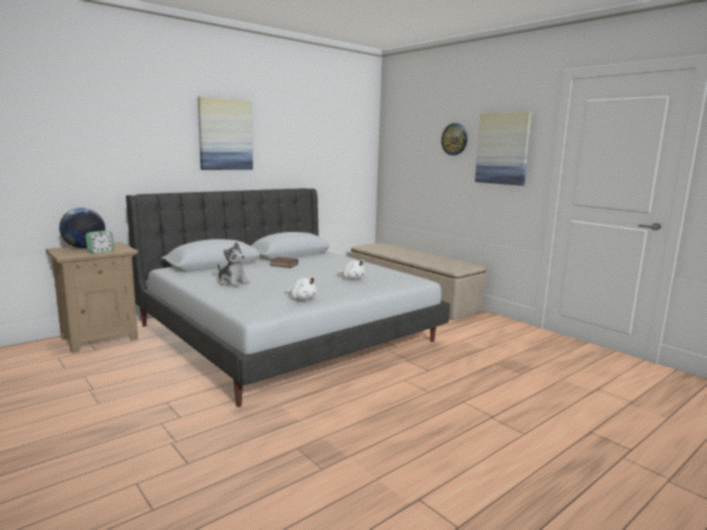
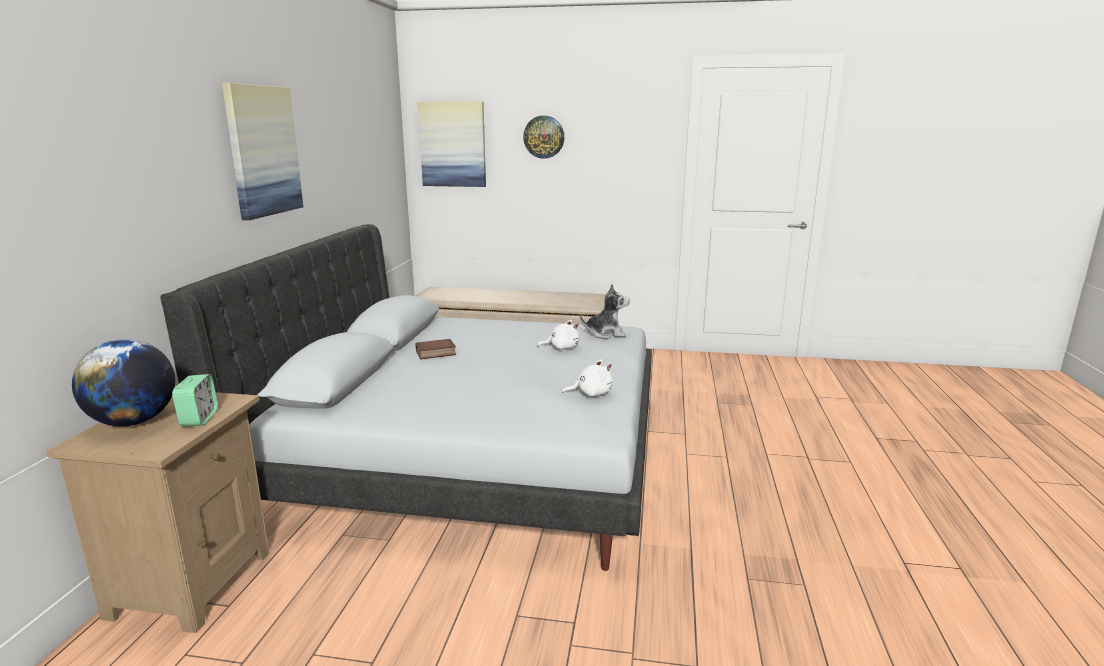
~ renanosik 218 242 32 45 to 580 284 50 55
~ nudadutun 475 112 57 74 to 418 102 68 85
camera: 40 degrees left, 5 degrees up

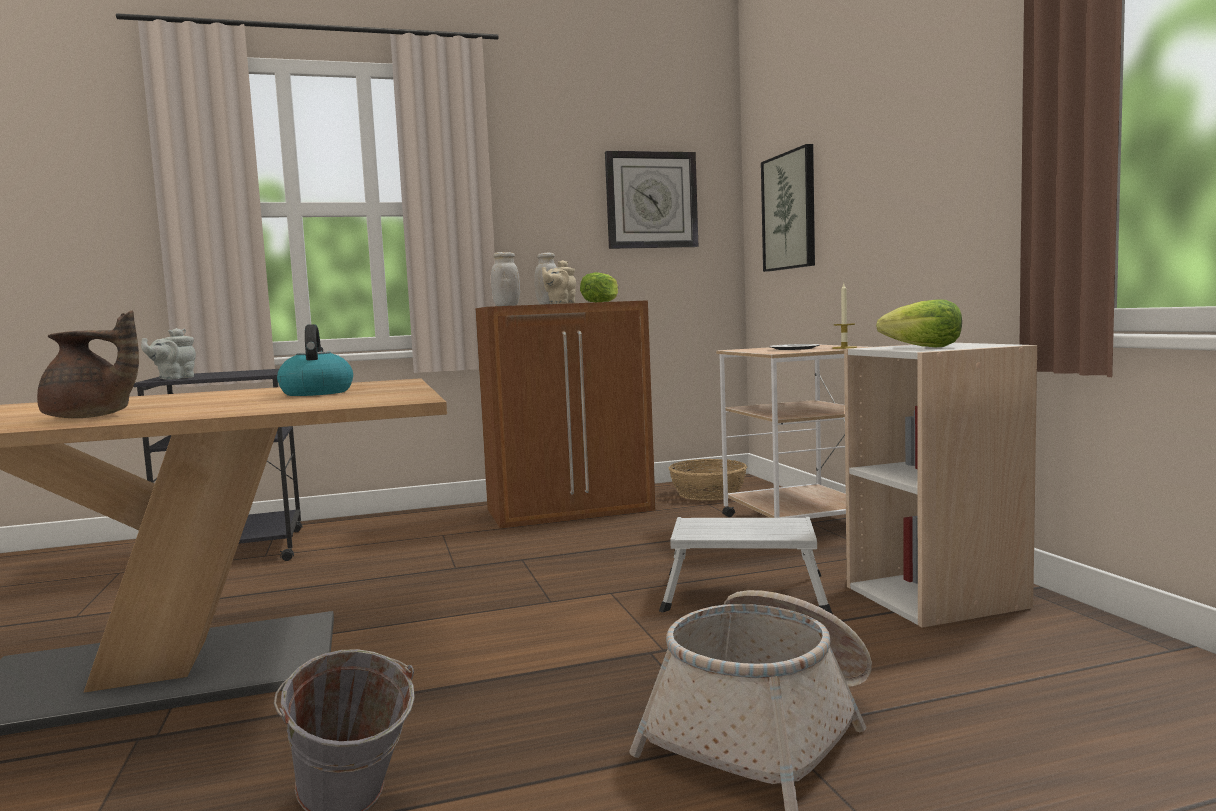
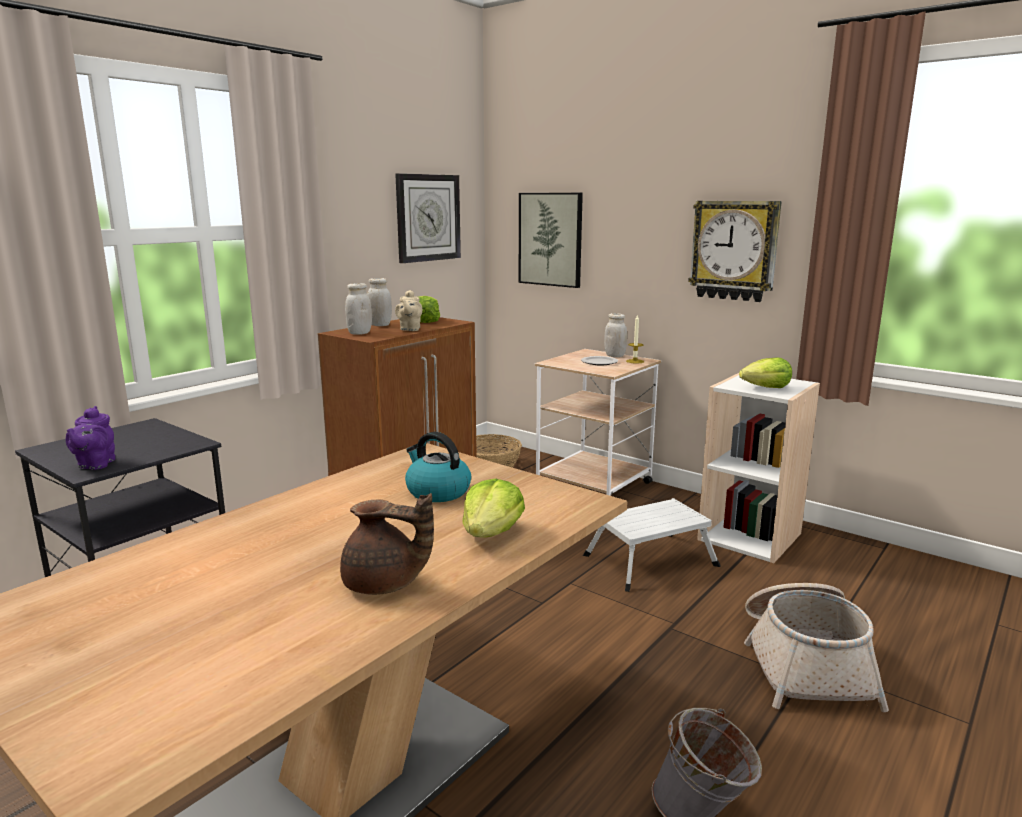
+ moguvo 463 478 62 60
+ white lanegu 604 313 23 44
+ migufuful 688 201 94 101
~ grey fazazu 141 328 55 52 to purple fazazu 65 406 50 64
~ brown fazazu 37 310 102 108 = 340 493 94 102 45 degrees clockwise
camera: 35 degrees left, 10 degrees up

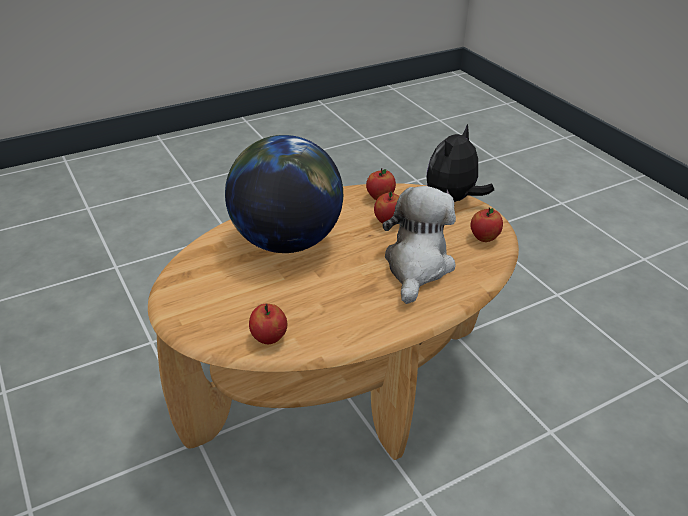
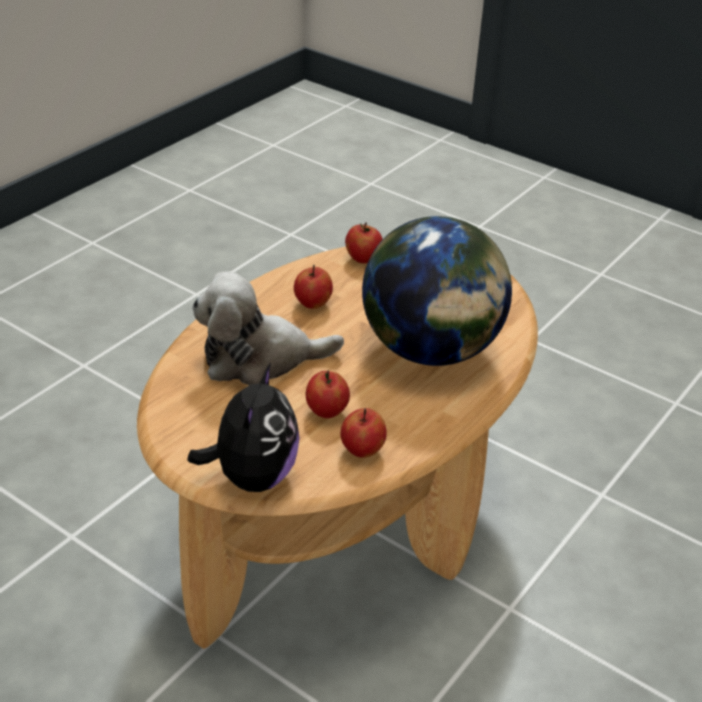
~ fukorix 470 207 33 35 to 294 265 39 44
~ renanosik 382 186 74 118 = 192 271 152 114 90 degrees clockwise
camera: 155 degrees right, 0 degrees up

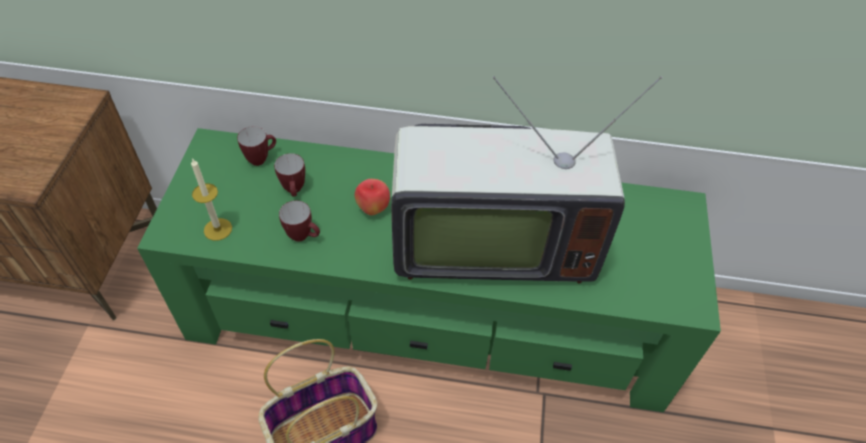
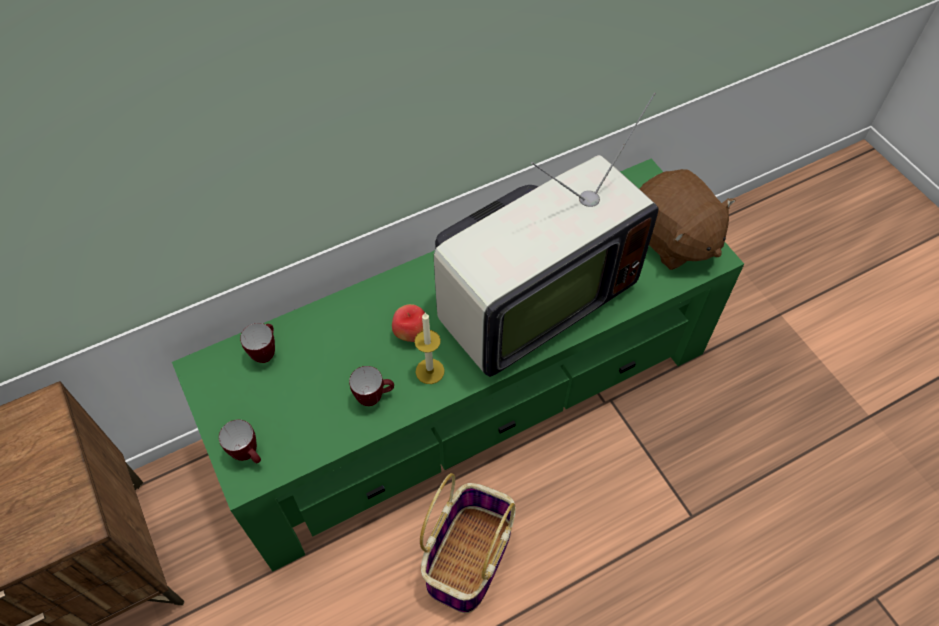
+ brown renanosik 640 169 96 101
~ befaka 191 158 41 83 to 414 313 31 71
~ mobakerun 274 153 31 44 to 219 420 42 44
camera: 35 degrees left, 5 degrees up

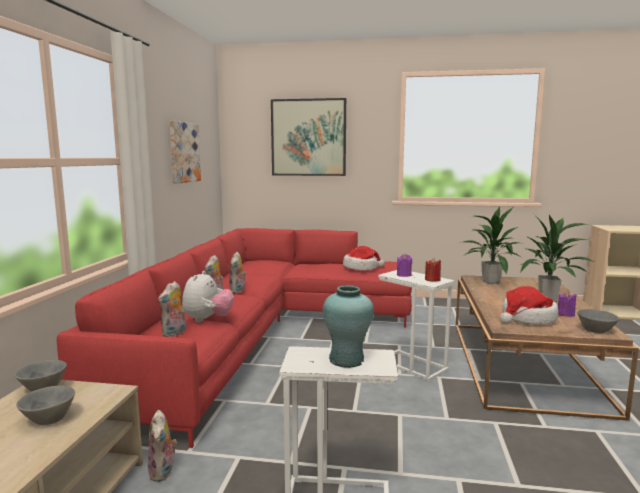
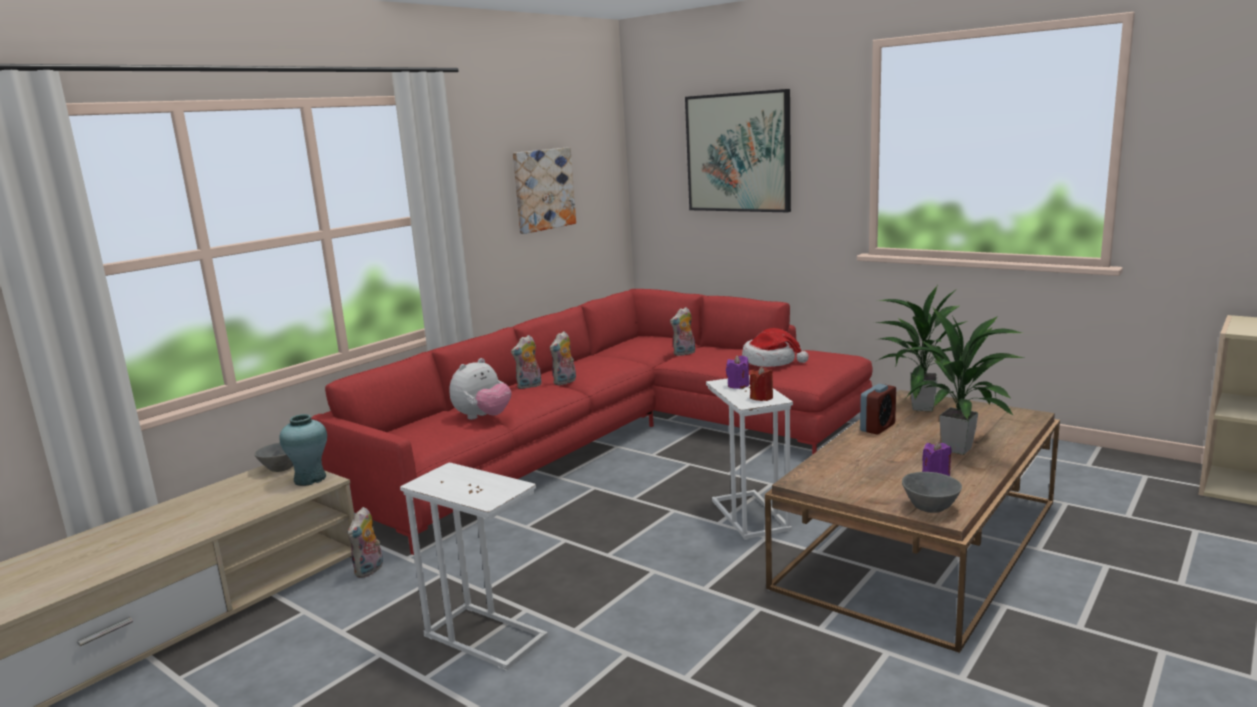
- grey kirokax 16 386 59 39
- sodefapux 500 286 59 39
+ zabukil 860 384 36 51
~ renanosik 158 281 28 56 to 670 307 25 49
~ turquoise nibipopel 322 285 52 83 to 280 414 47 72
camera: 30 degrees right, 5 degrees up

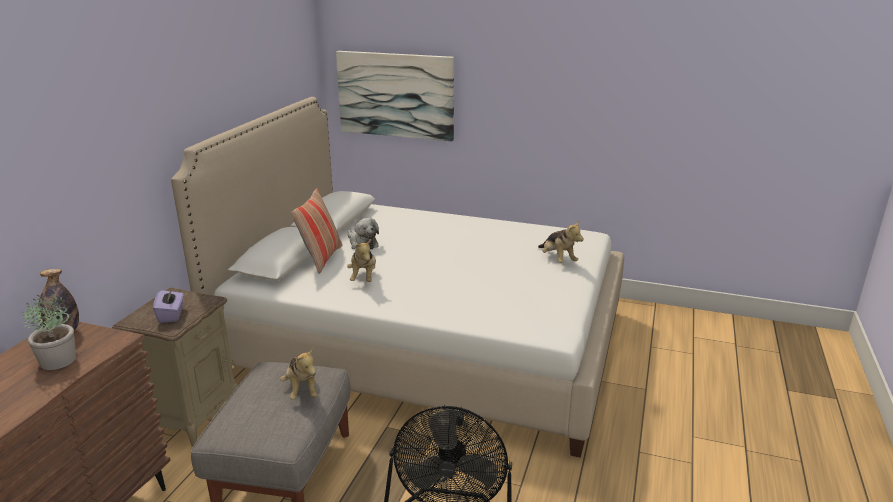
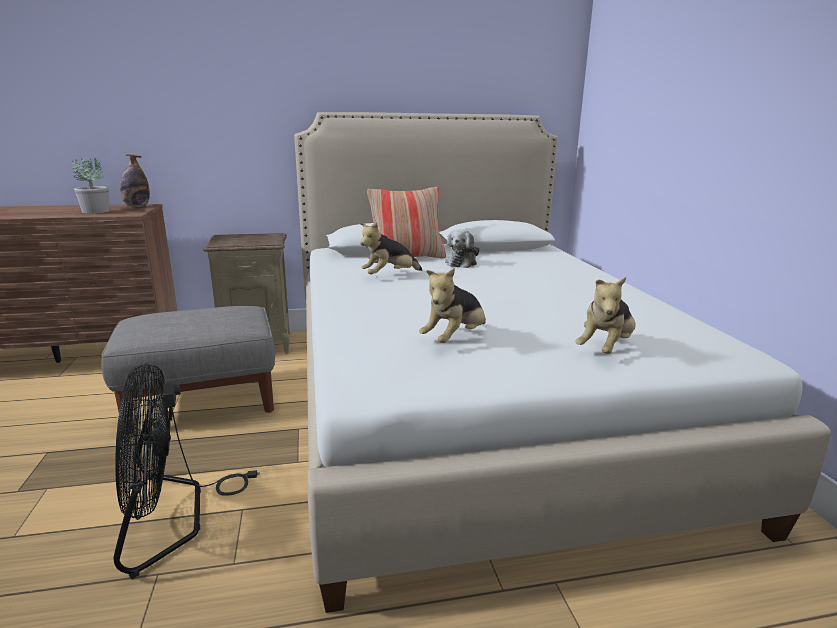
- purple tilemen 153 287 31 36
- nudadutun 336 51 118 90
~ renanosik 280 348 37 52 to 419 268 67 75
camera: 60 degrees right, 5 degrees down

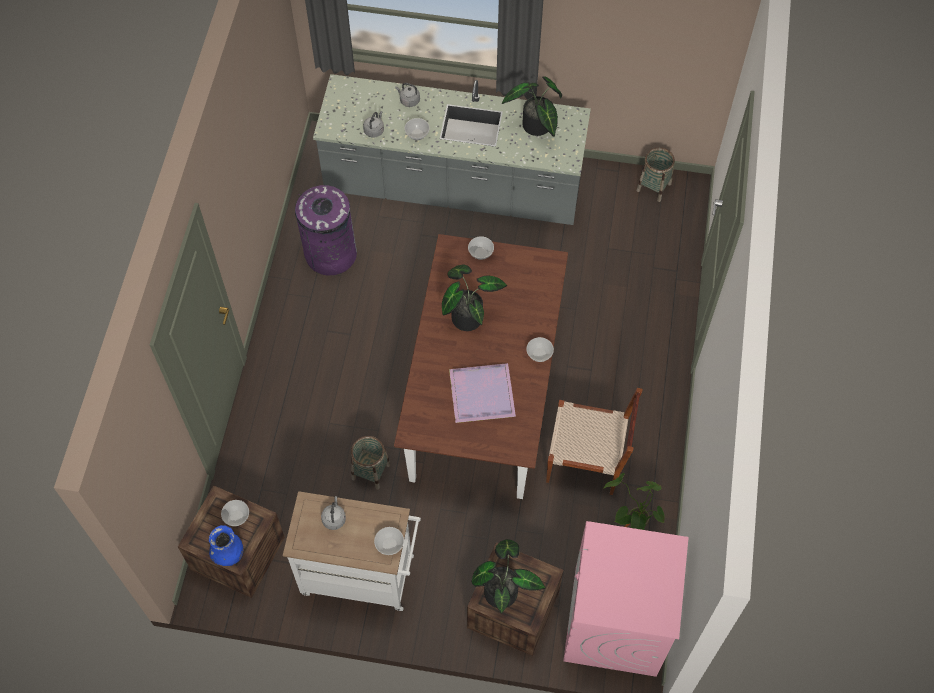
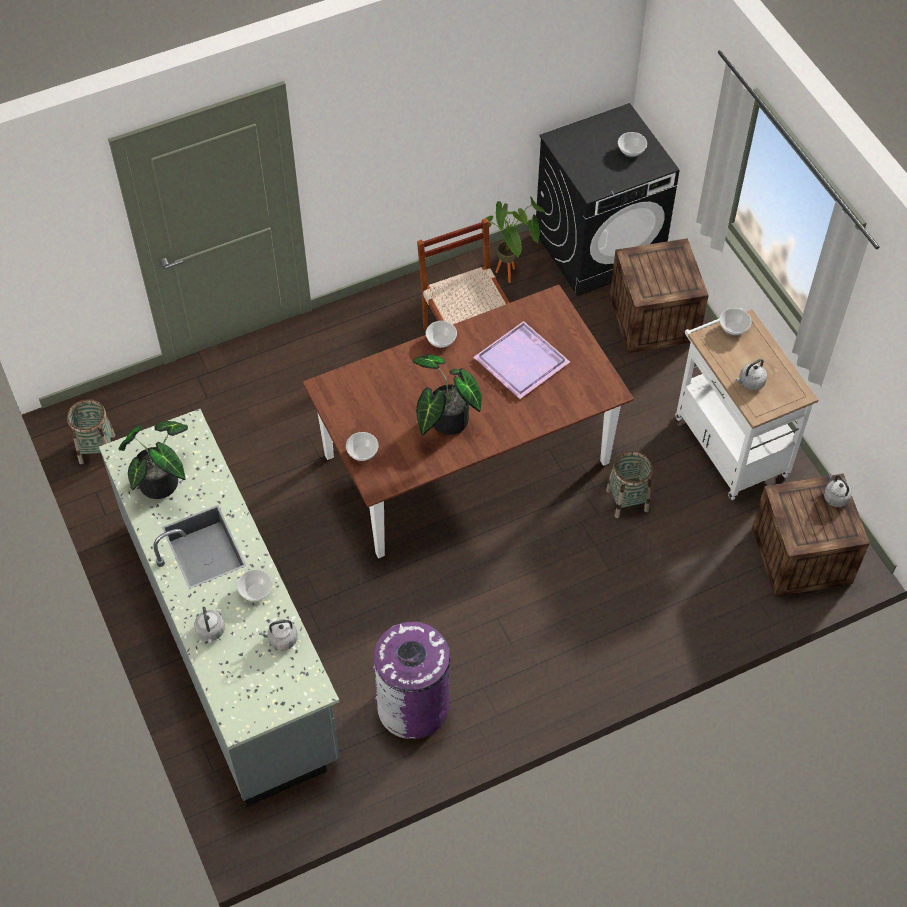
- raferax 472 539 73 75
~ kirokax 221 500 28 26 to 618 132 29 25
~ blue nibipopel 209 525 34 41 to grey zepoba 824 472 28 35
~ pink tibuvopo 563 521 126 156 to black tibuvopo 536 103 143 193
camera: 125 degrees left, 5 degrees down

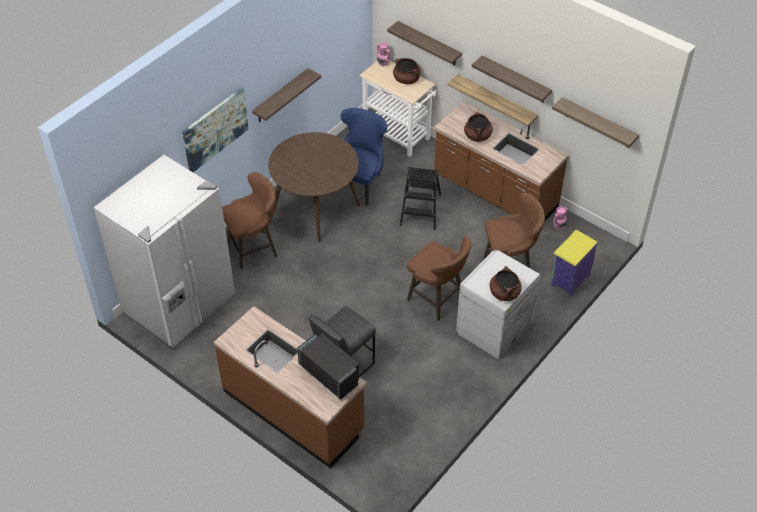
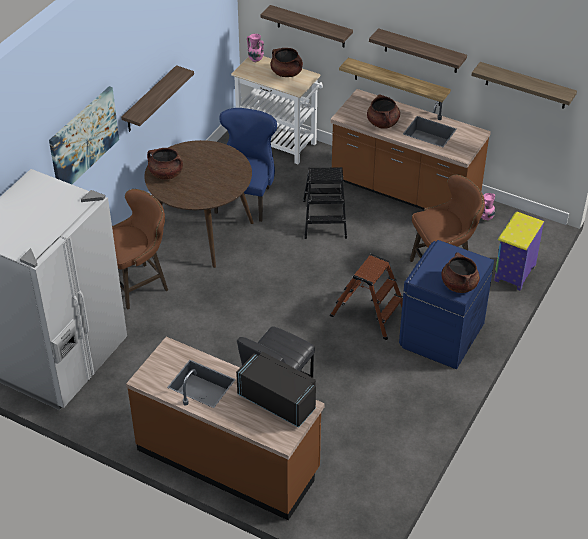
+ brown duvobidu 147 148 36 31
~ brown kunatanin 407 236 64 85 to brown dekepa 330 254 73 86
~ white tibuvopo 456 250 85 110 to blue tibuvopo 399 240 95 130
camera: 10 degrees left, 5 degrees down

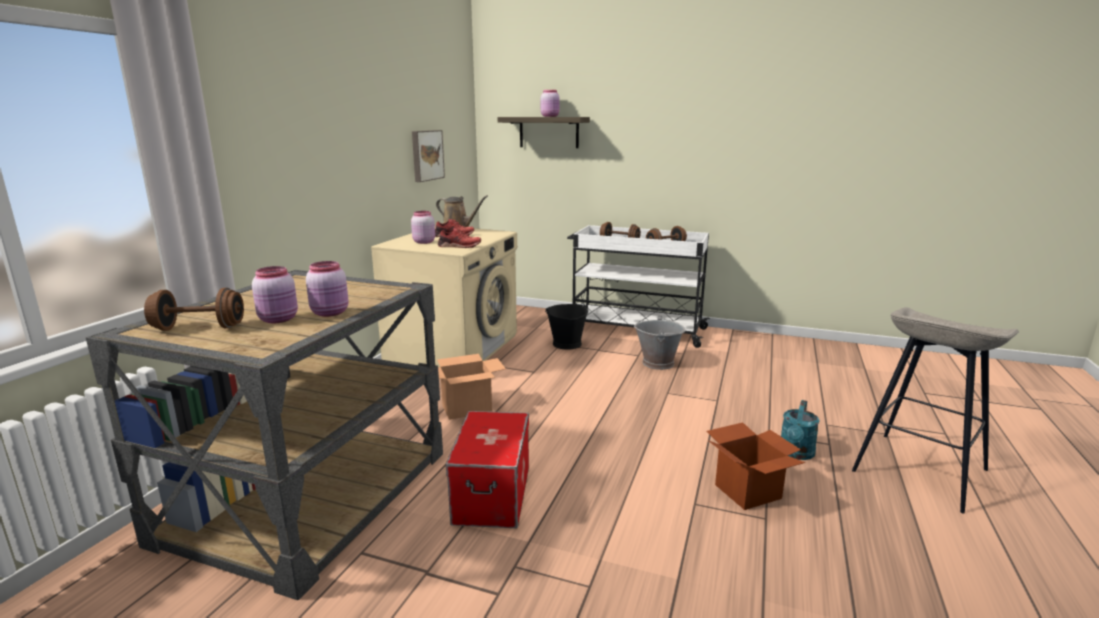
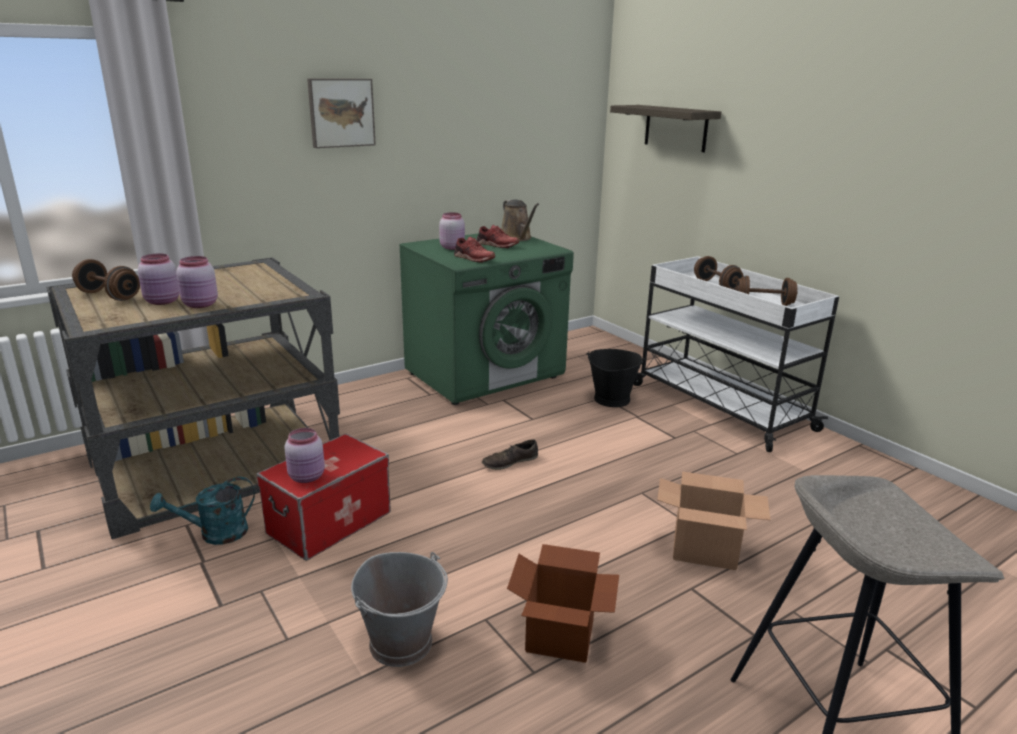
+ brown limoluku 482 439 56 31
~ nudadutun 412 130 33 52 to 307 79 69 69
~ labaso 437 354 69 66 to 657 471 114 99
~ pink lanegu 541 90 19 27 to 284 428 41 55
~ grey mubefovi 634 315 51 55 to 351 552 97 115
~ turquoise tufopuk 781 400 39 60 to 150 477 105 68
~ beige tibuvopo 371 226 146 141 to green tibuvopo 400 233 174 172
camera: 35 degrees right, 5 degrees up

